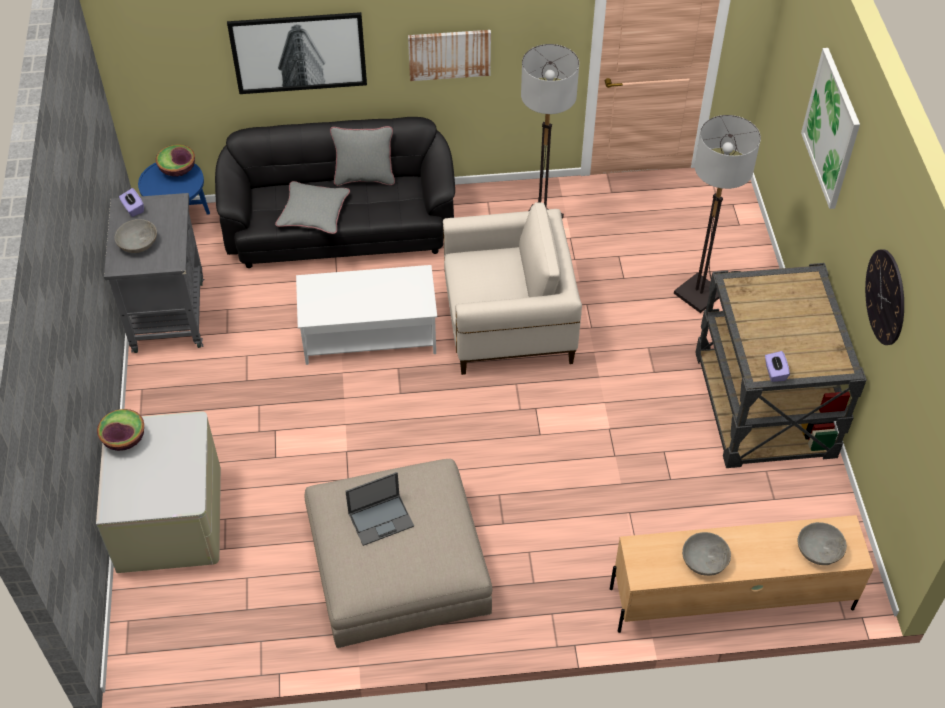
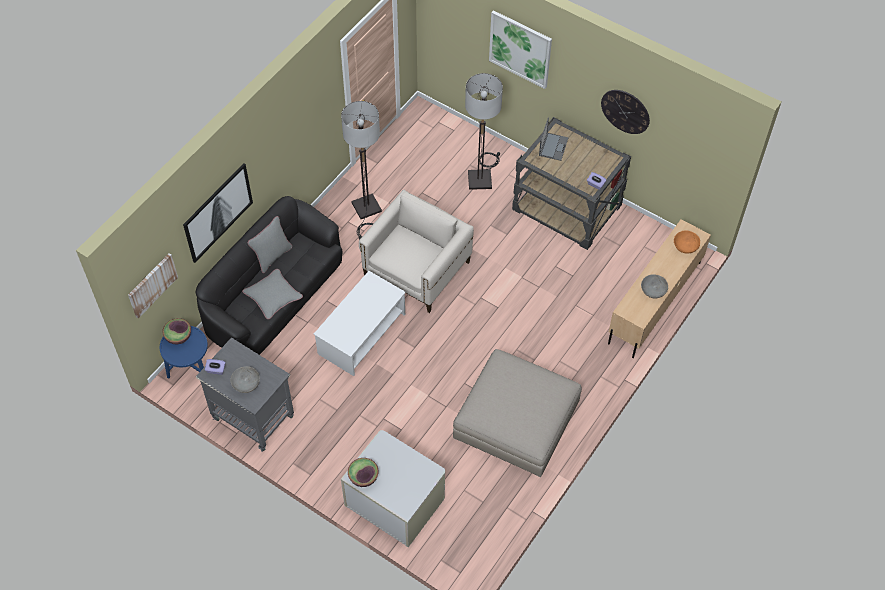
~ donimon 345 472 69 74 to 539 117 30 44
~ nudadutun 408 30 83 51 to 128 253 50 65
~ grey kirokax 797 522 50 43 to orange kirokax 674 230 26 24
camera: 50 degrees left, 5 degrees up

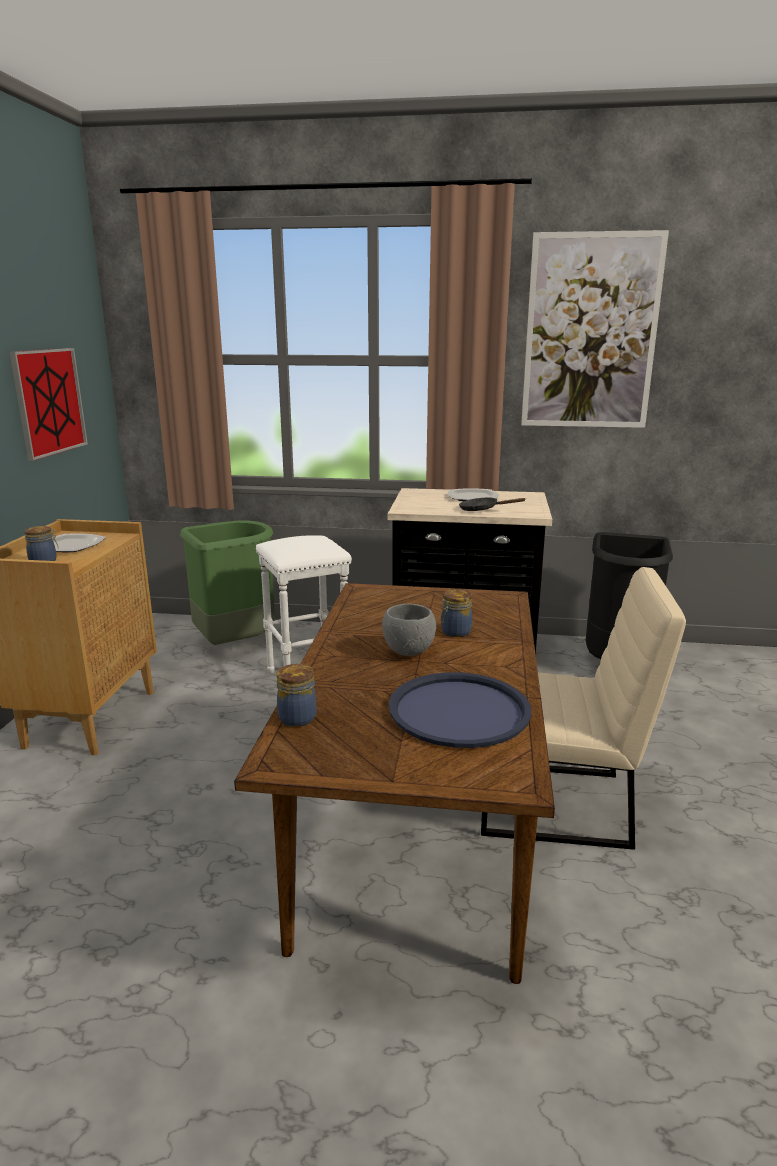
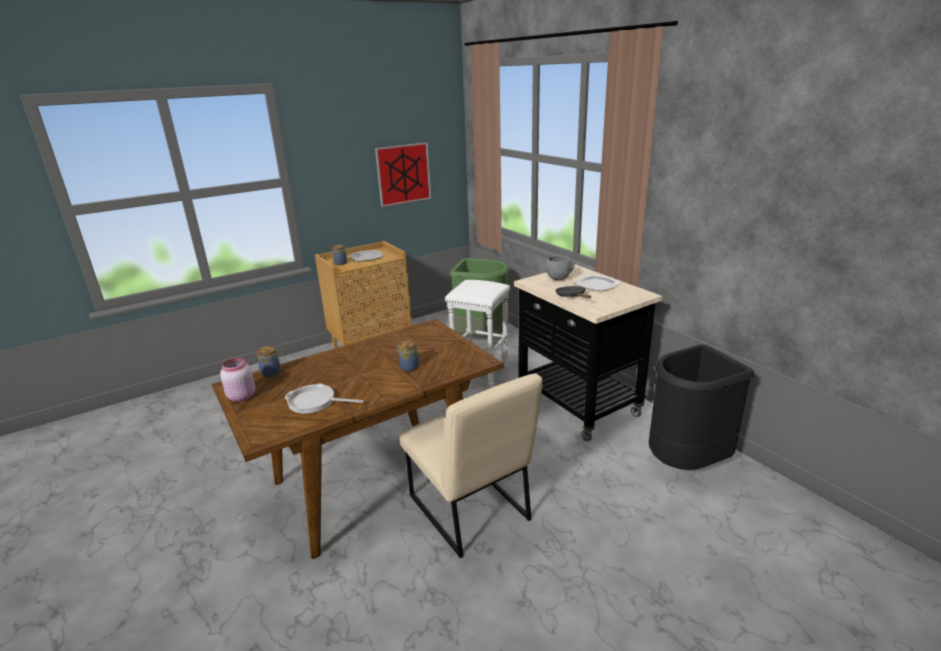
- nudadutun 521 230 148 198
+ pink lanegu 220 358 36 44
~ grey kirokax 382 604 54 52 to 545 255 30 25
~ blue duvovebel 389 672 143 76 to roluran 284 384 80 30
camera: 50 degrees right, 5 degrees up

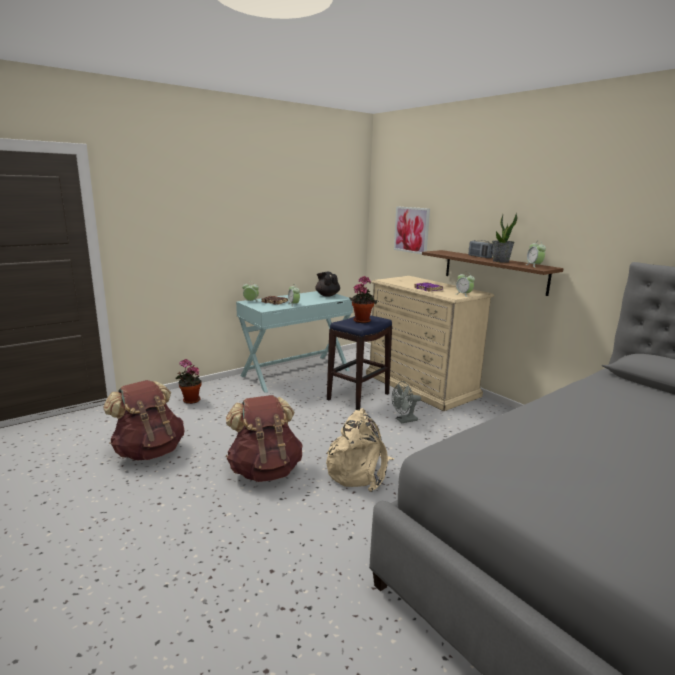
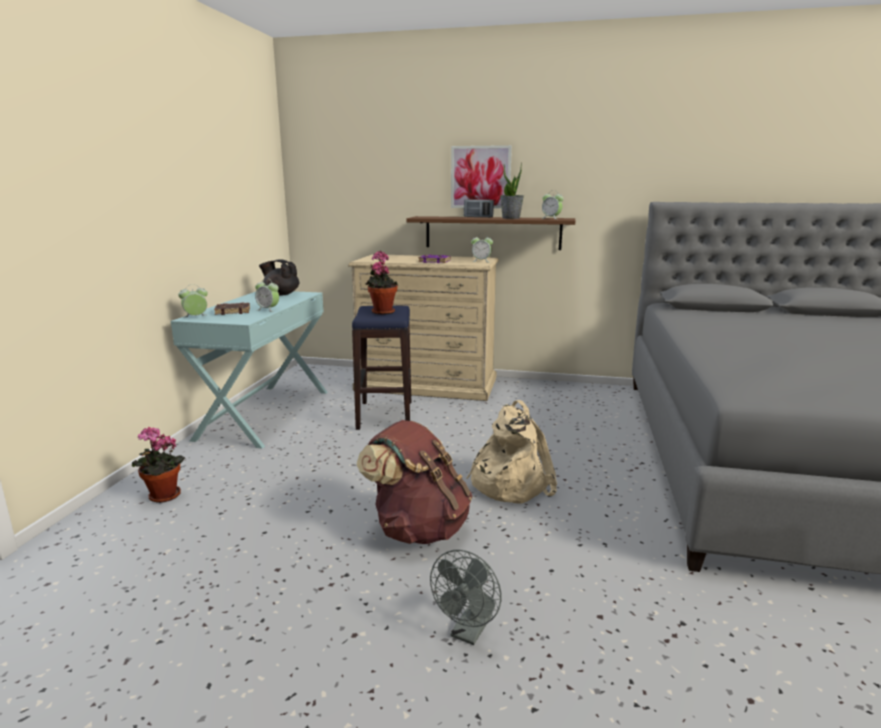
- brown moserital 103 380 81 80
~ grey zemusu 392 381 29 43 to 430 550 71 95
~ nudadutun 394 206 36 48 to 451 145 61 63
camera: 40 degrees left, 0 degrees up

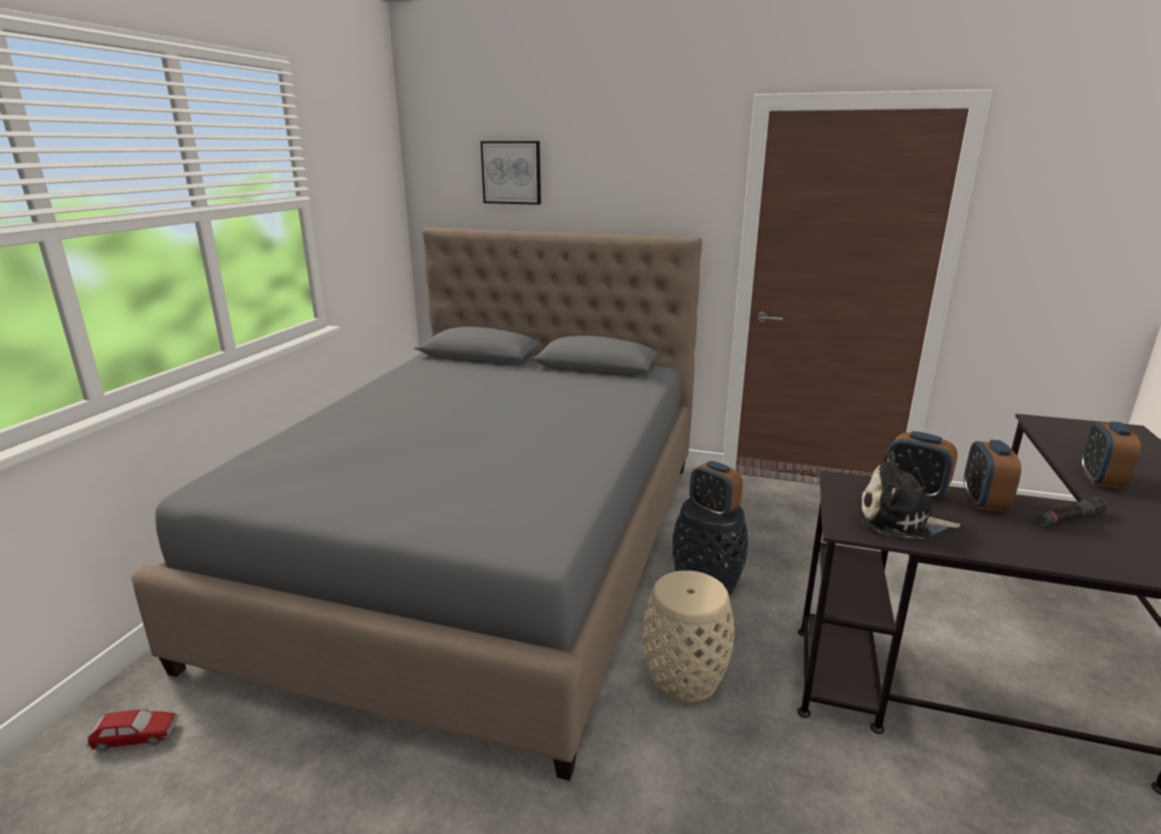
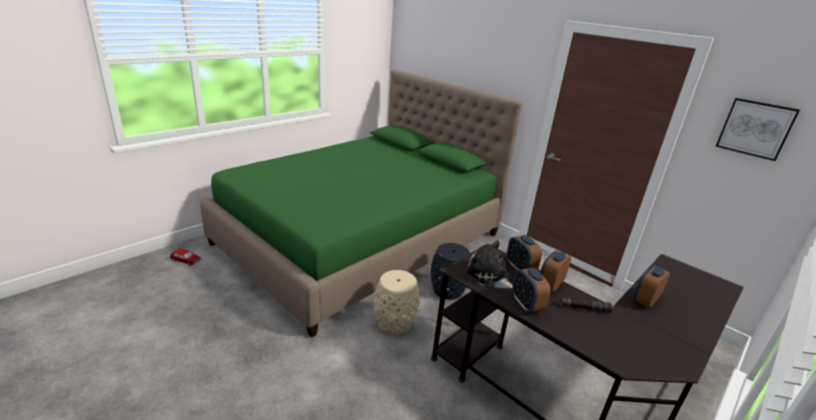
~ nudadutun 480 141 61 64 to 716 98 84 63
~ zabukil 690 461 53 57 to 512 268 39 45
~ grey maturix 131 227 571 554 to green maturix 200 69 322 269
camera: 25 degrees right, 5 degrees up

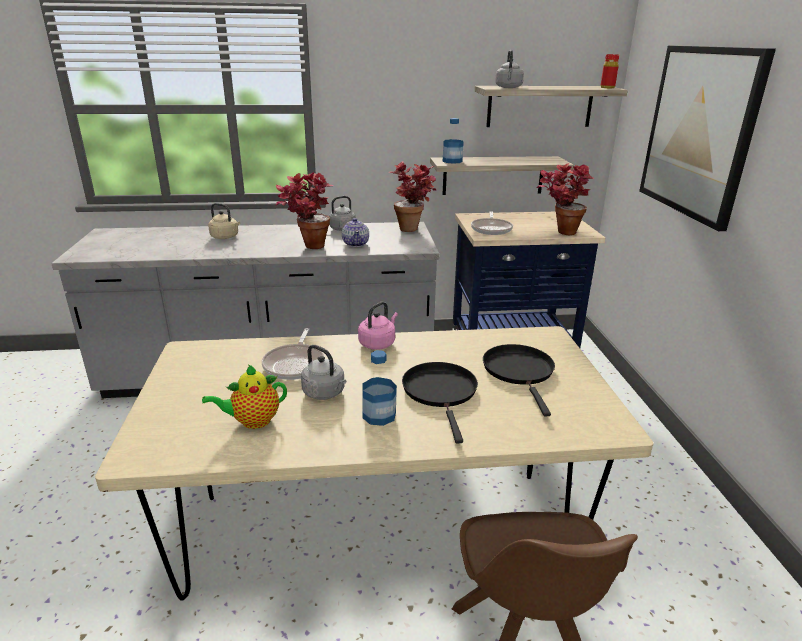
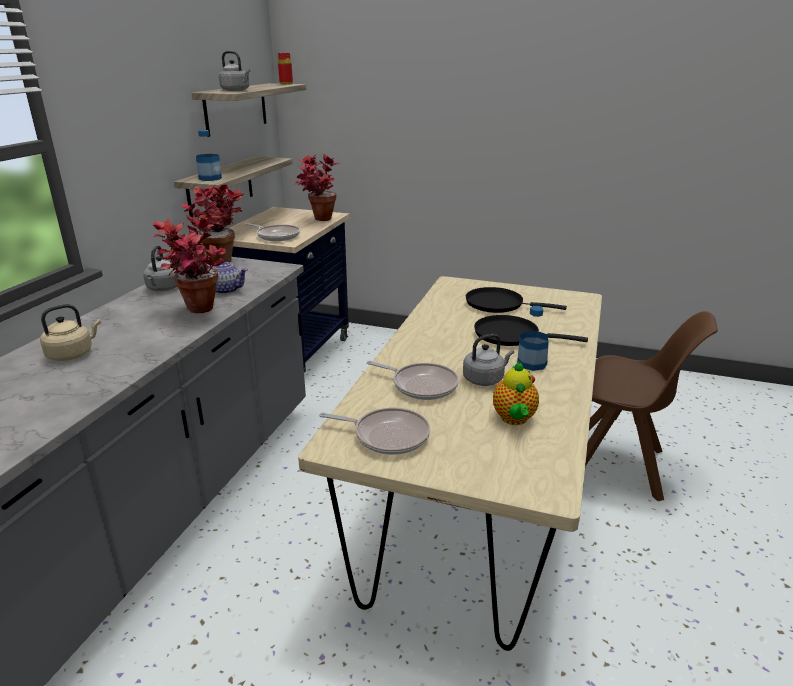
- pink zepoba 358 302 40 48
- nudadutun 639 46 137 185
+ roluran 319 407 111 48
camera: 65 degrees left, 0 degrees up

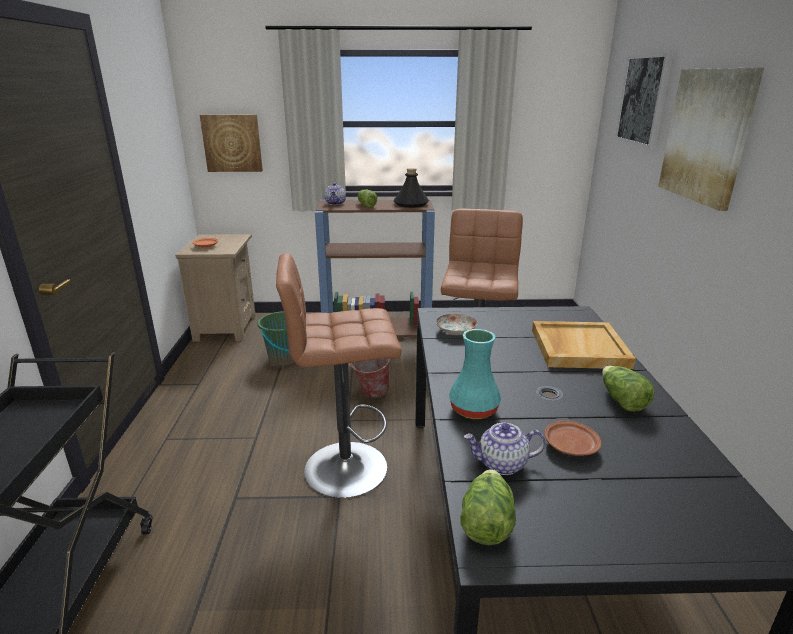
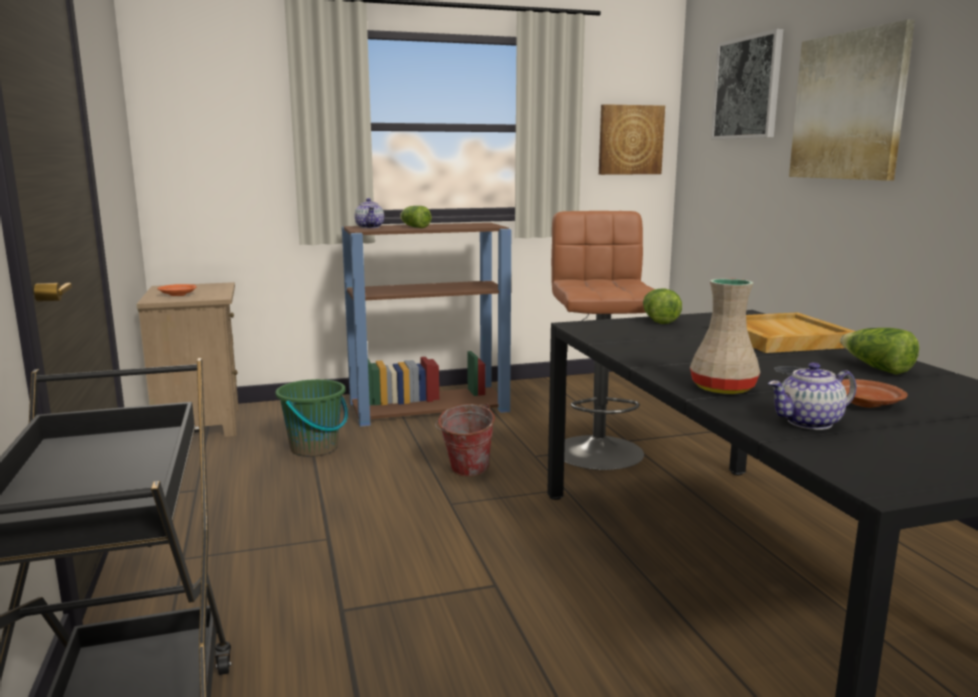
- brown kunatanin 276 253 126 245
- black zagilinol 393 168 36 40
- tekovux 436 314 41 21
~ nudadutun 200 115 63 57 to 599 104 66 71
~ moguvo 460 469 56 76 to 643 288 39 36
~ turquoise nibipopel 449 329 52 90 to beige nibipopel 690 278 70 116
camera: 15 degrees left, 10 degrees down

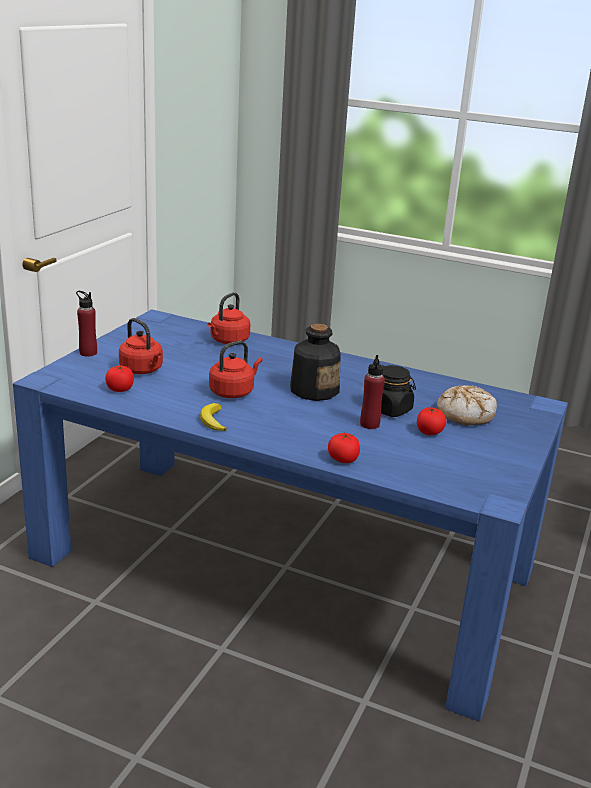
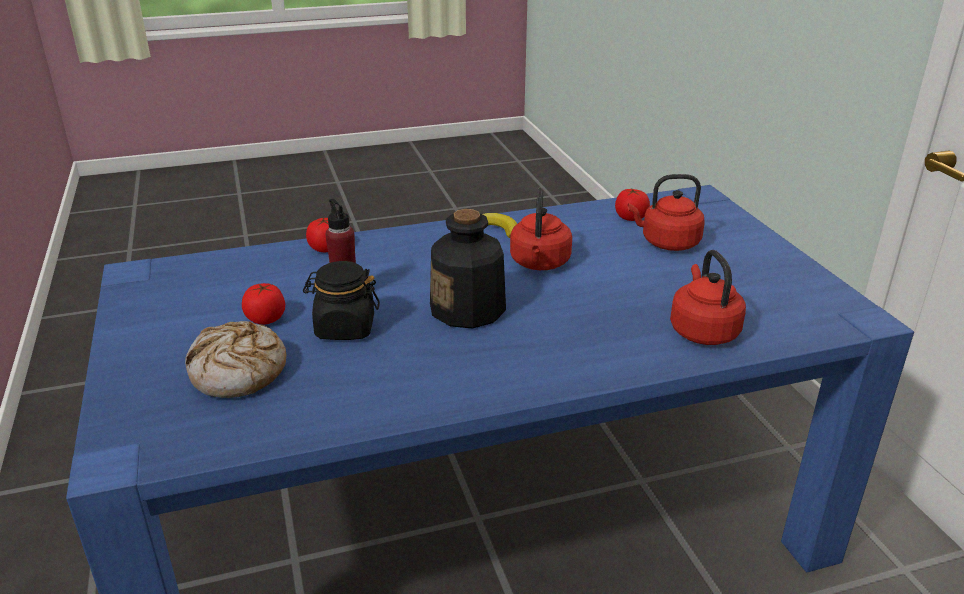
- red zagilinol 76 291 21 66
camera: 140 degrees right, 5 degrees up

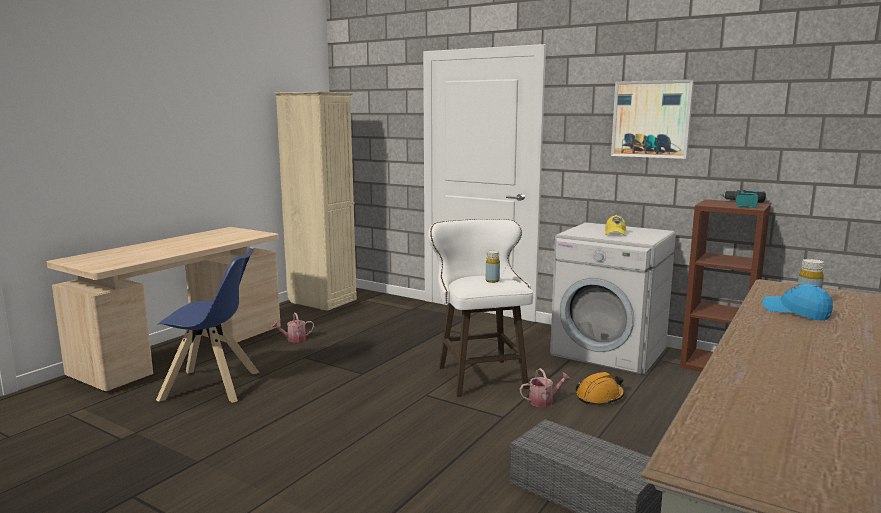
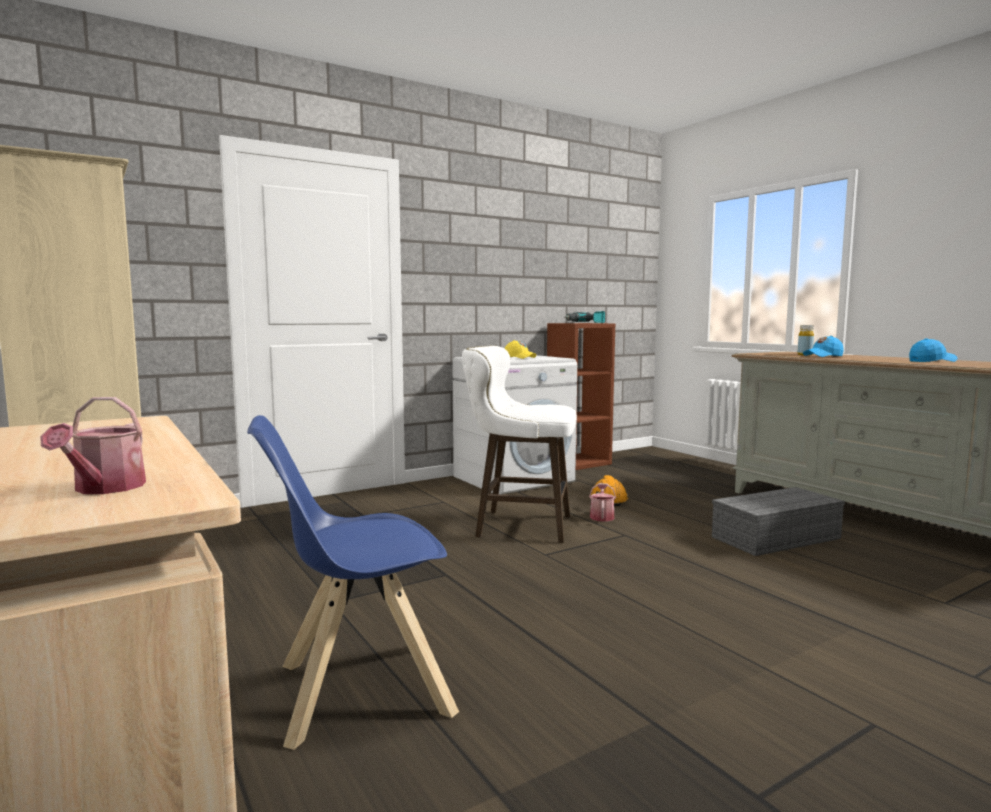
- yellow zagilinol 486 250 14 33
- nudadutun 611 80 83 79
+ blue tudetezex 909 338 49 24
~ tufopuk 271 313 43 29 to 40 397 106 97
~ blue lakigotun 156 248 104 155 = 247 415 212 335 135 degrees counterclockwise
camera: 65 degrees left, 5 degrees down

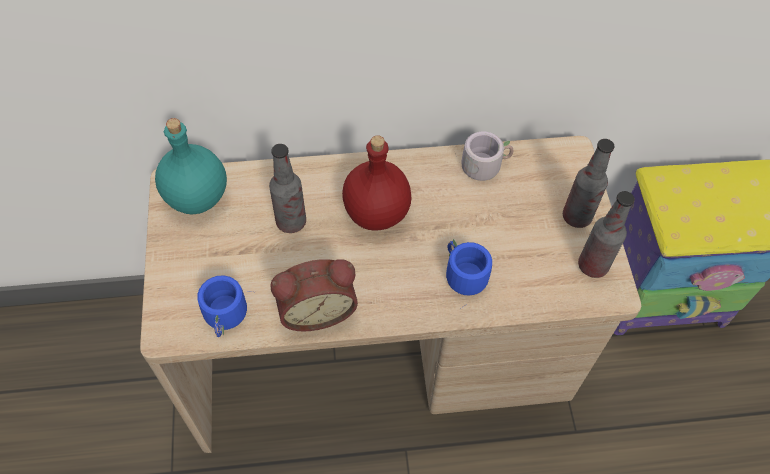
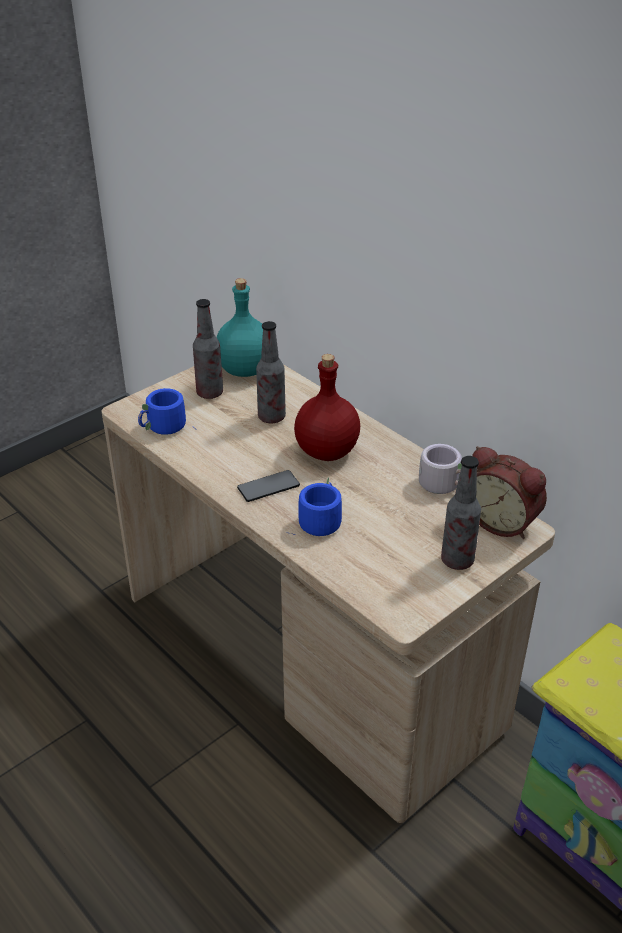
+ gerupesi 237 470 63 32
~ zabukil 270 259 88 72 to 472 446 75 93
~ zagilinol 578 191 57 87 to 193 299 30 100
camera: 55 degrees right, 20 degrees down

